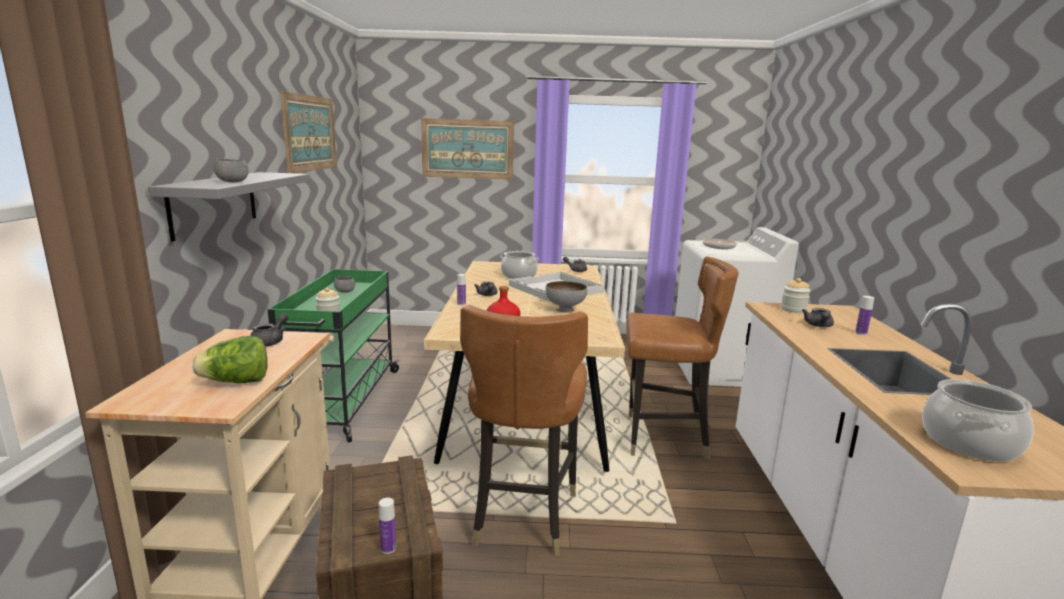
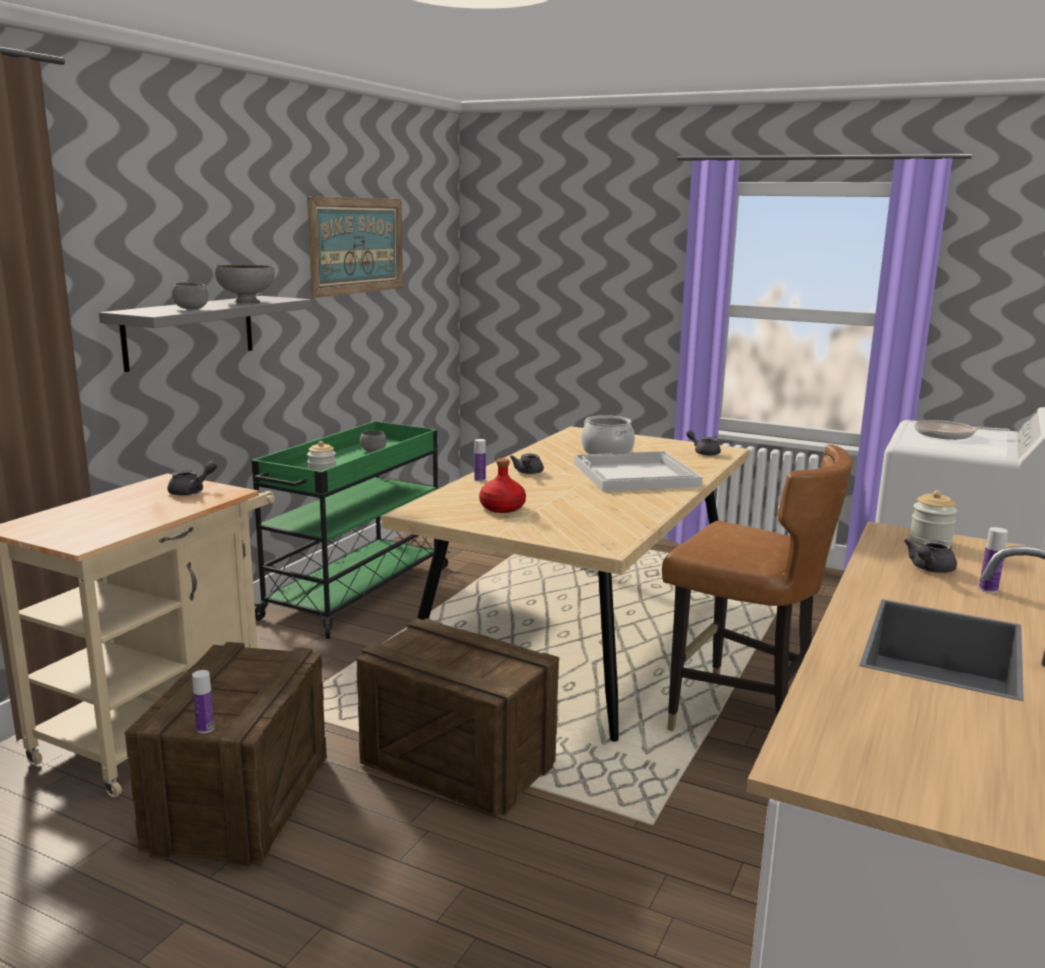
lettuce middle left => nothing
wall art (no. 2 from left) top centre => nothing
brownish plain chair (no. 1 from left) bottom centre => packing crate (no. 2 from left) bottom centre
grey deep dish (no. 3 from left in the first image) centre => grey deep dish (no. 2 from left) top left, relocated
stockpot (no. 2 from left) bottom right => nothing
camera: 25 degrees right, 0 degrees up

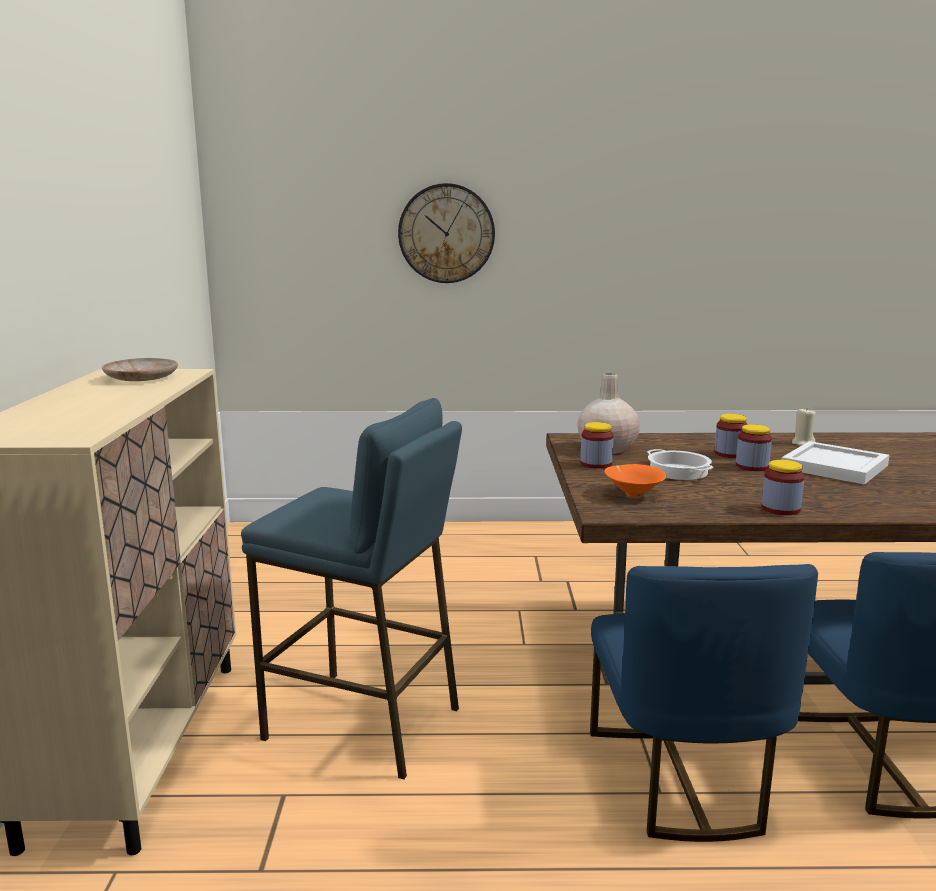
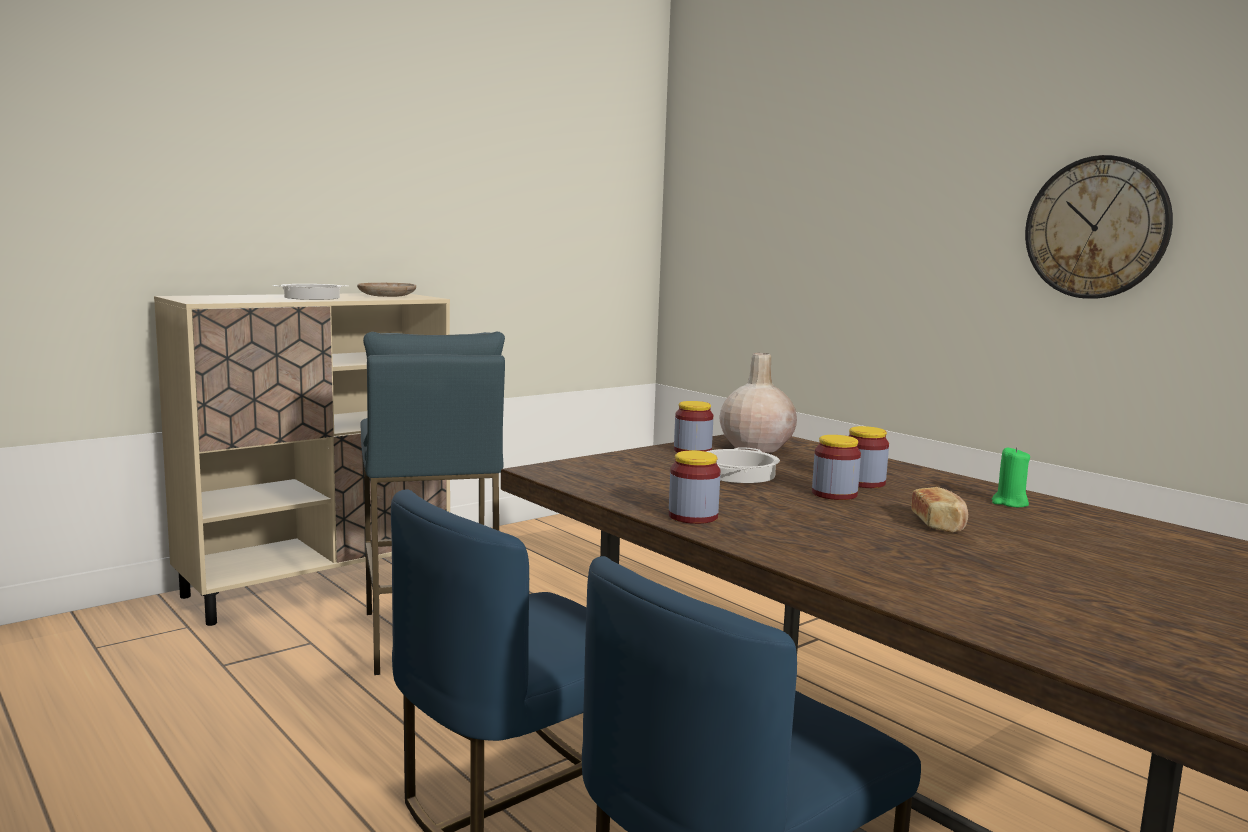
wall clock top centre => wall clock top right, relocated
orange deep dish middle right => nothing
whitish tray middle right => bakery bread middle right
beige wax candle middle right => green-coloured wax candle middle right
nothing => stockpot (no. 1 from left) middle left
camera: 50 degrees right, 5 degrees down

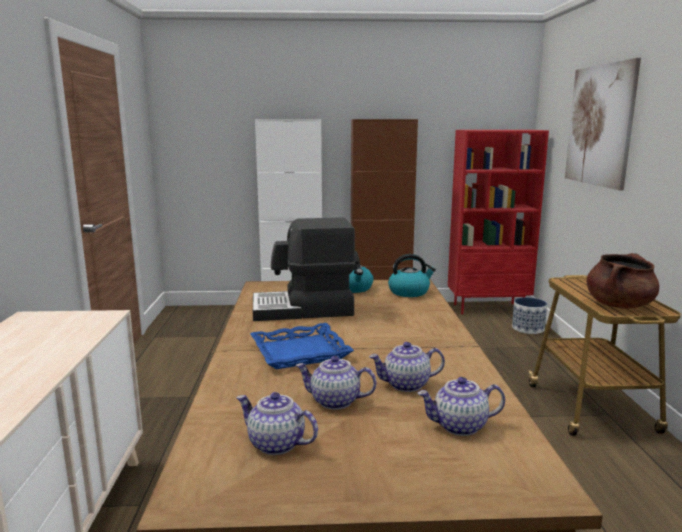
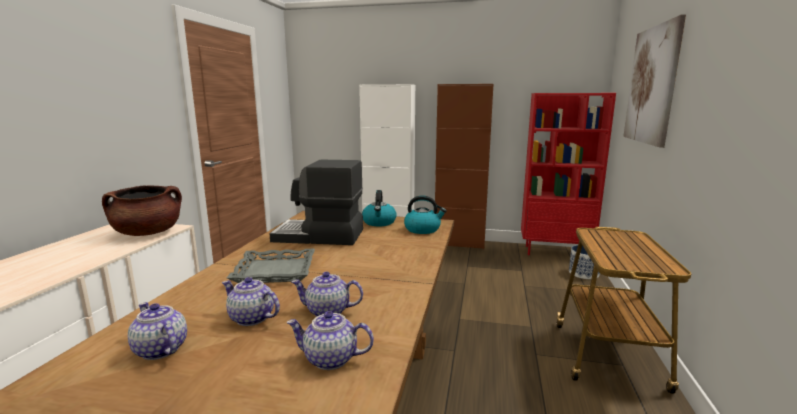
blue tray centre => grey tray centre
brownish stockpot middle right => brownish stockpot middle left, relocated
camera: 15 degrees right, 0 degrees up

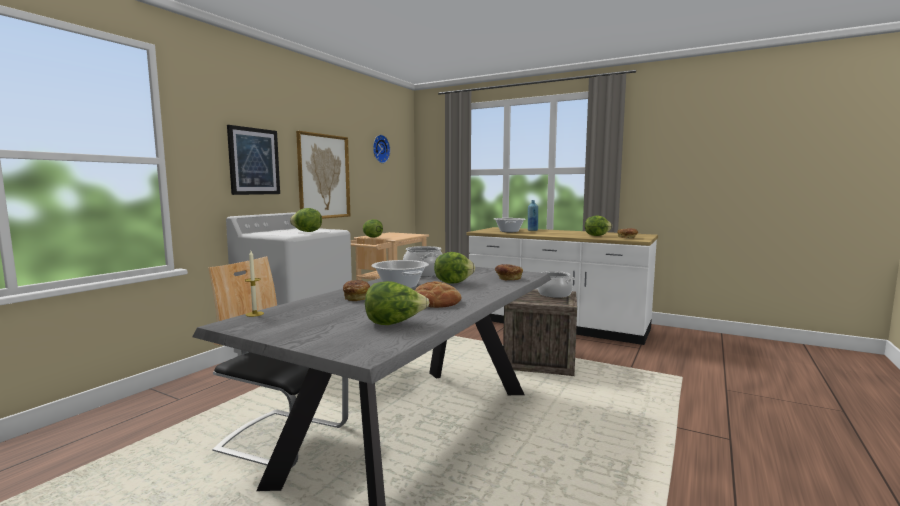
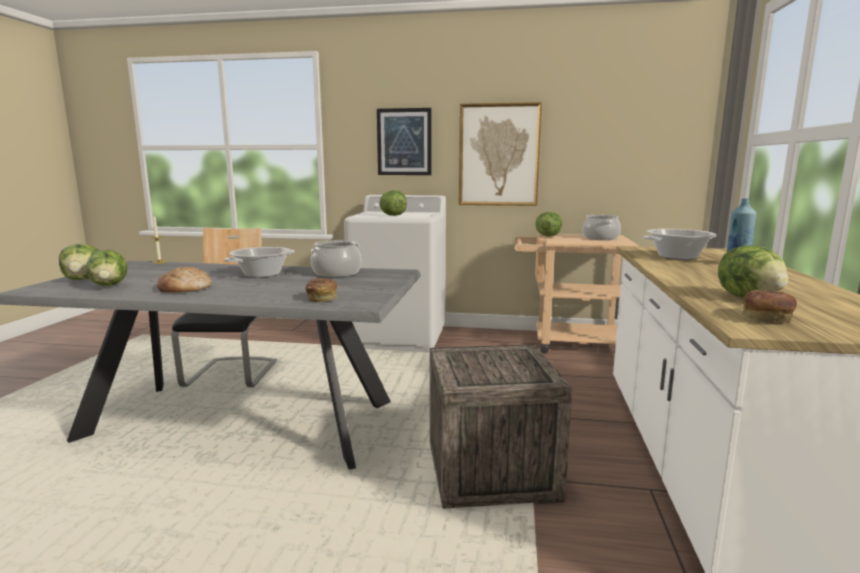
bakery bread (no. 1 from left) centre => nothing
wall clock top centre => nothing
lettuce (no. 4 from left in the first image) centre => lettuce (no. 1 from left) middle left, relocated
stockpot (no. 4 from left in the first image) centre => stockpot (no. 3 from left) middle right, relocated
camera: 70 degrees right, 5 degrees up

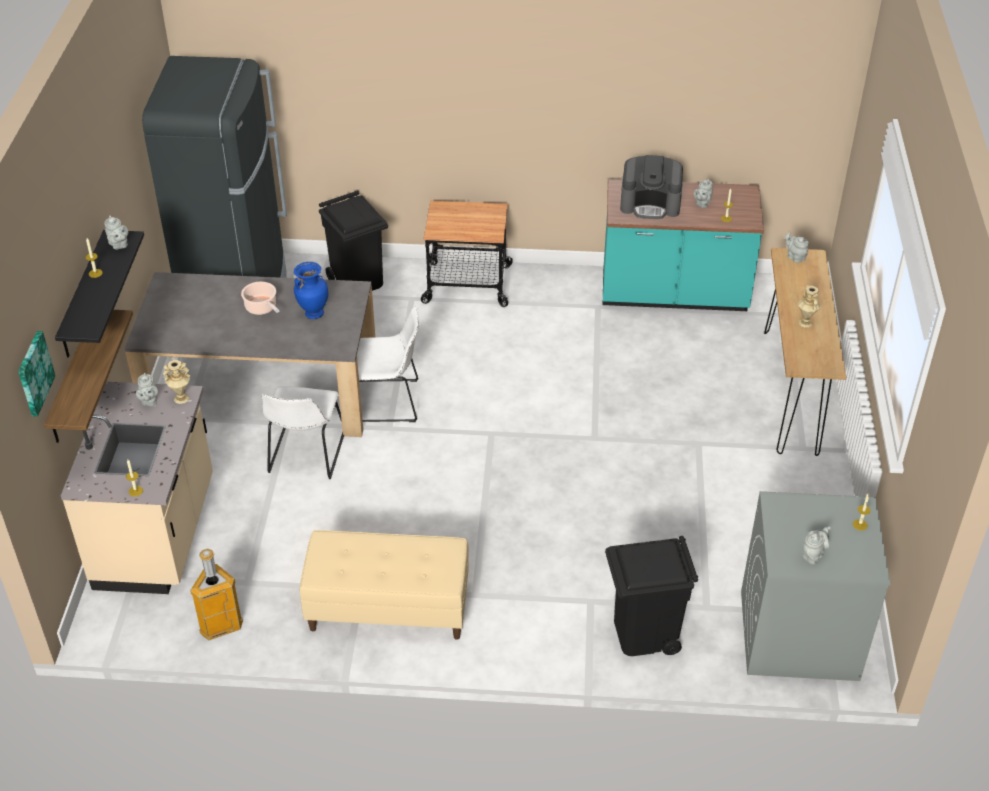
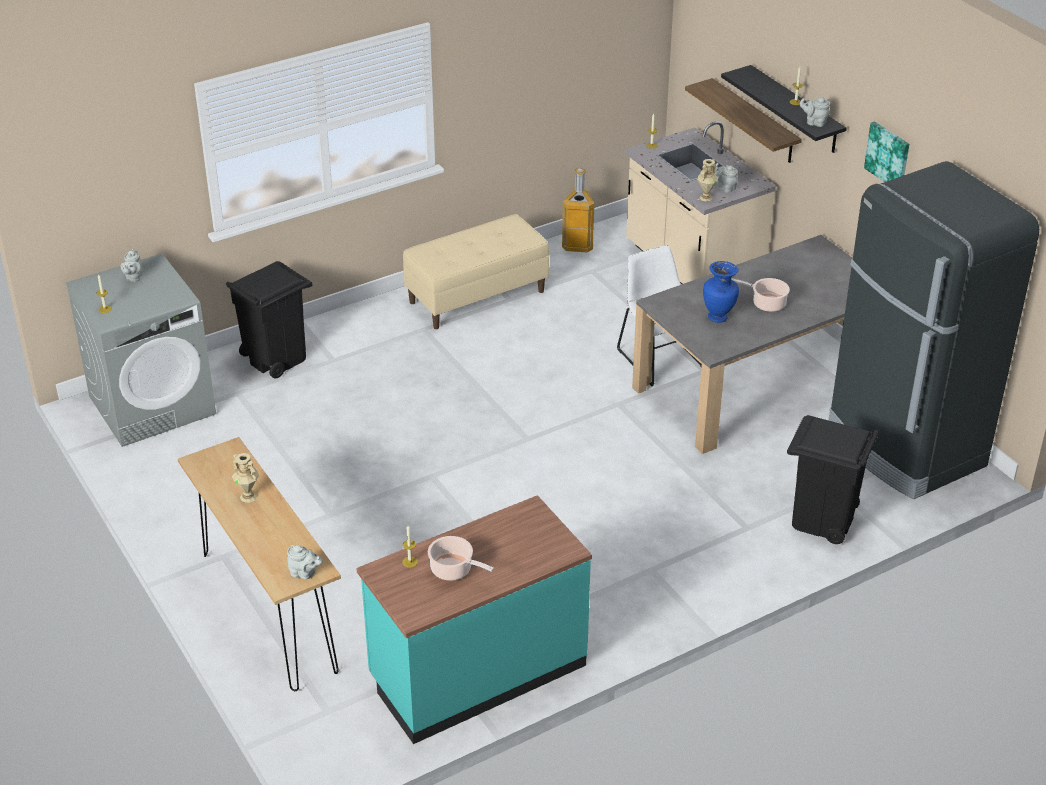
wall art middle left => wall art top right, relocated
whitish plain chair (no. 2 from left) centre => nothing
wheeled cart top centre => nothing
coffee brewer top centre => nothing
grey teapot (no. 3 from left) top right => stockpot (no. 1 from left) bottom centre
camera: 145 degrees right, 5 degrees down

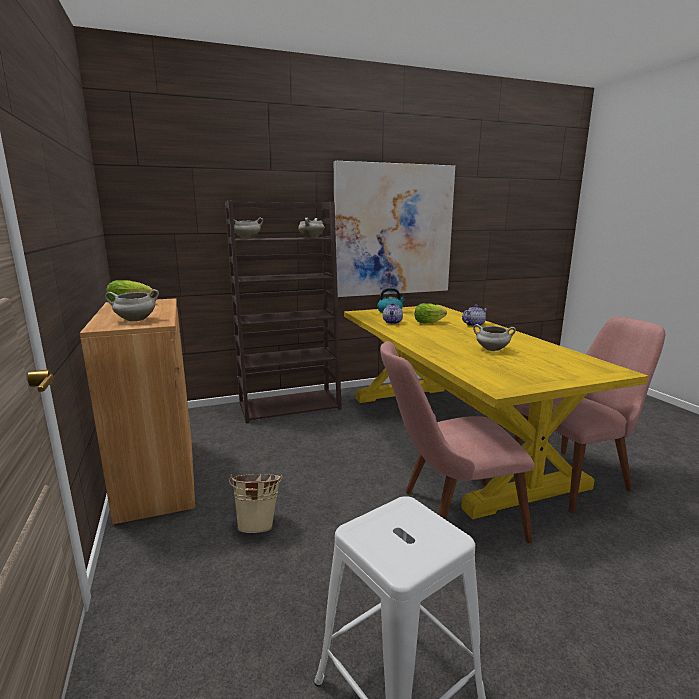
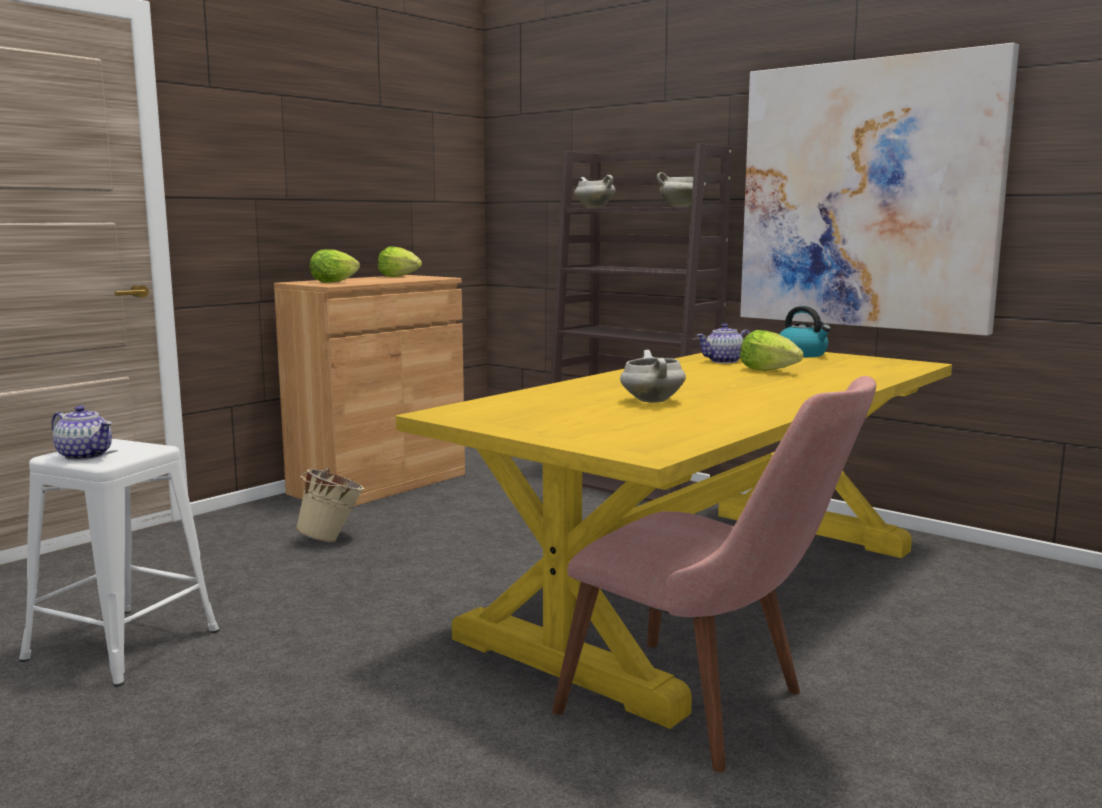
whitish stockpot (no. 1 from left) middle left => lettuce (no. 1 from left) top left
pink-coloured plain chair (no. 1 from left) centre => nothing
teapot (no. 2 from left in the first image) middle right => teapot (no. 1 from left) middle left, relocated
camera: 60 degrees right, 5 degrees down

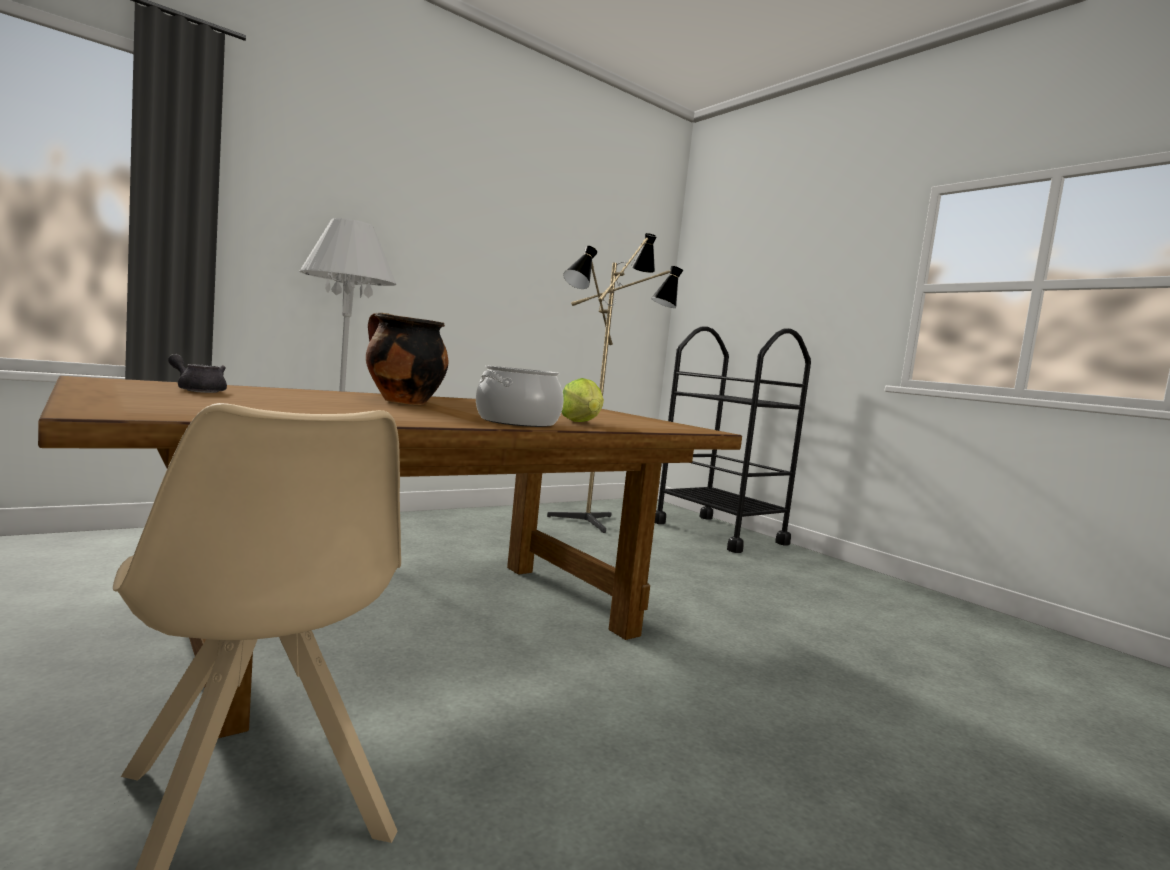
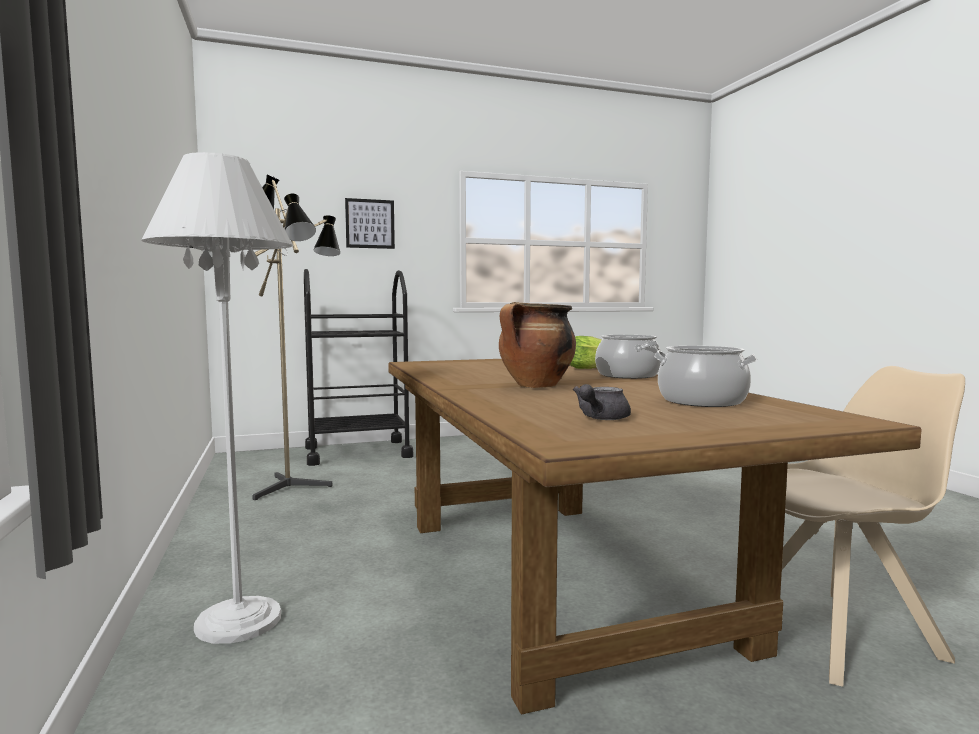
nothing => wall art top centre
nothing => stockpot (no. 3 from left) middle right
camera: 70 degrees left, 0 degrees up

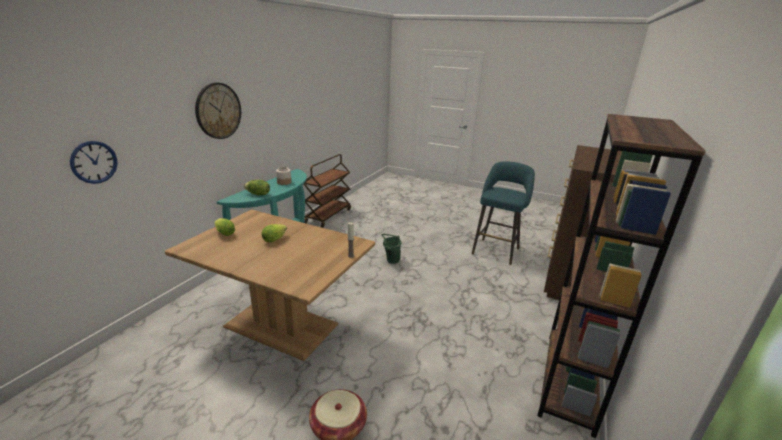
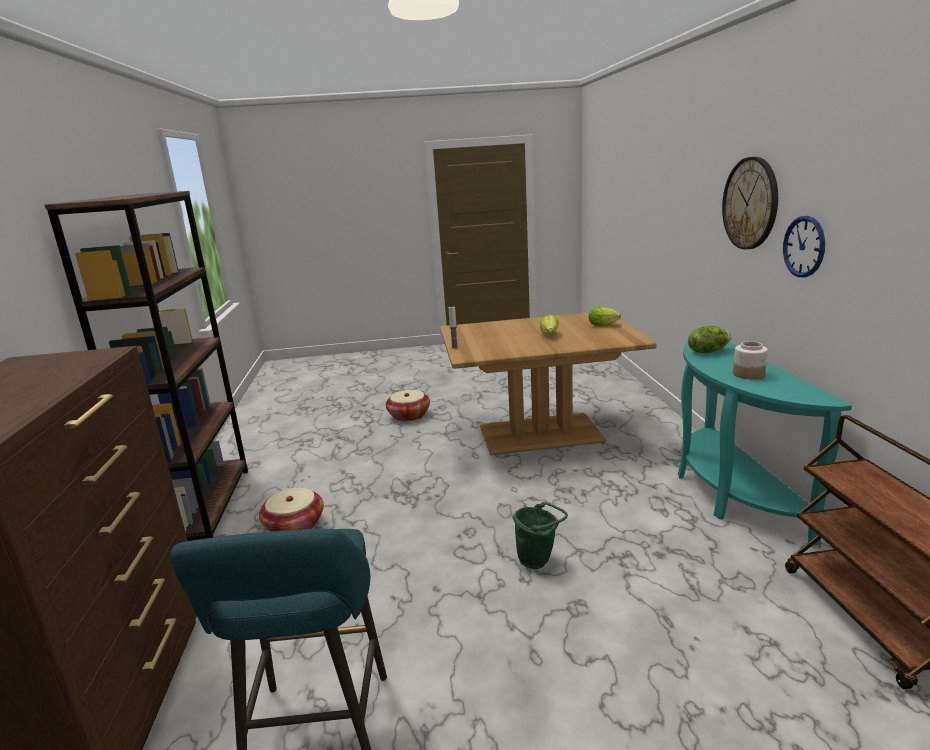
wall clock (no. 1 from left in the first image) middle left => wall clock (no. 2 from left) top right, relocated
nothing => storage basket (no. 1 from left) bottom left
camera: 150 degrees right, 5 degrees down

